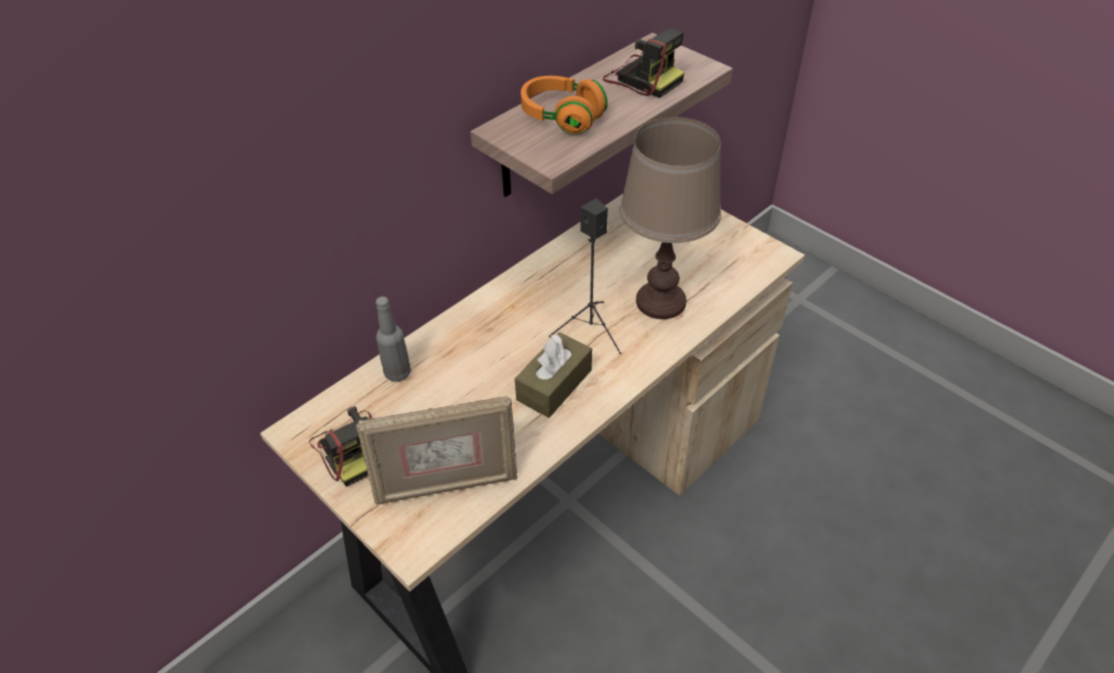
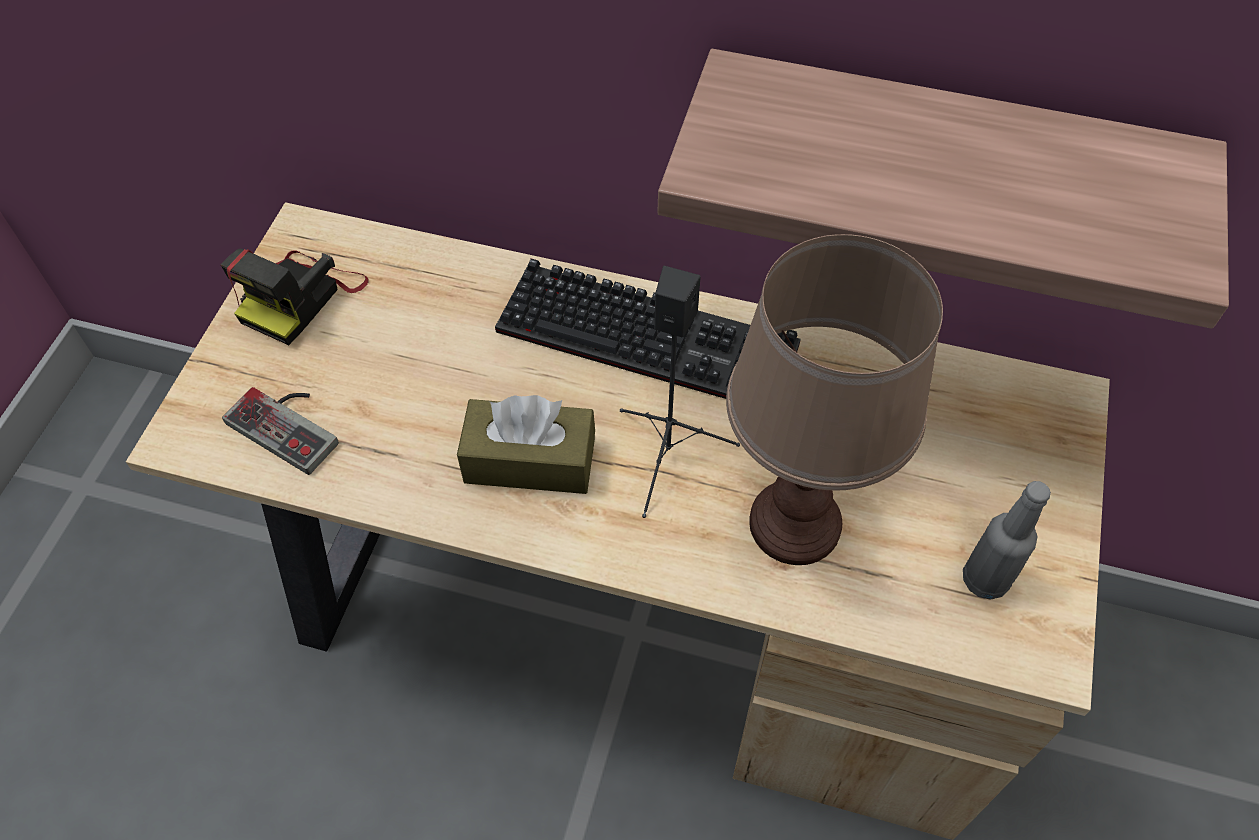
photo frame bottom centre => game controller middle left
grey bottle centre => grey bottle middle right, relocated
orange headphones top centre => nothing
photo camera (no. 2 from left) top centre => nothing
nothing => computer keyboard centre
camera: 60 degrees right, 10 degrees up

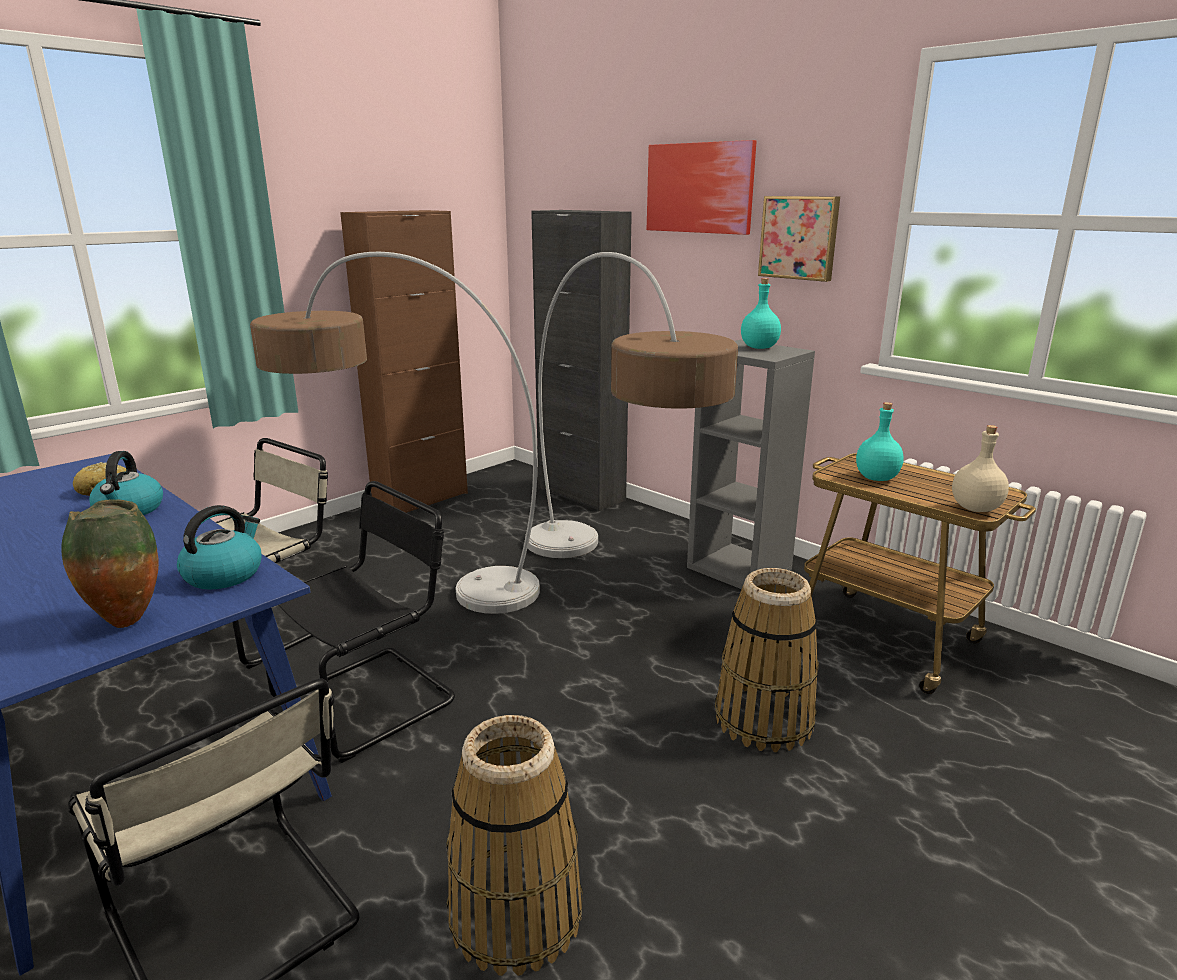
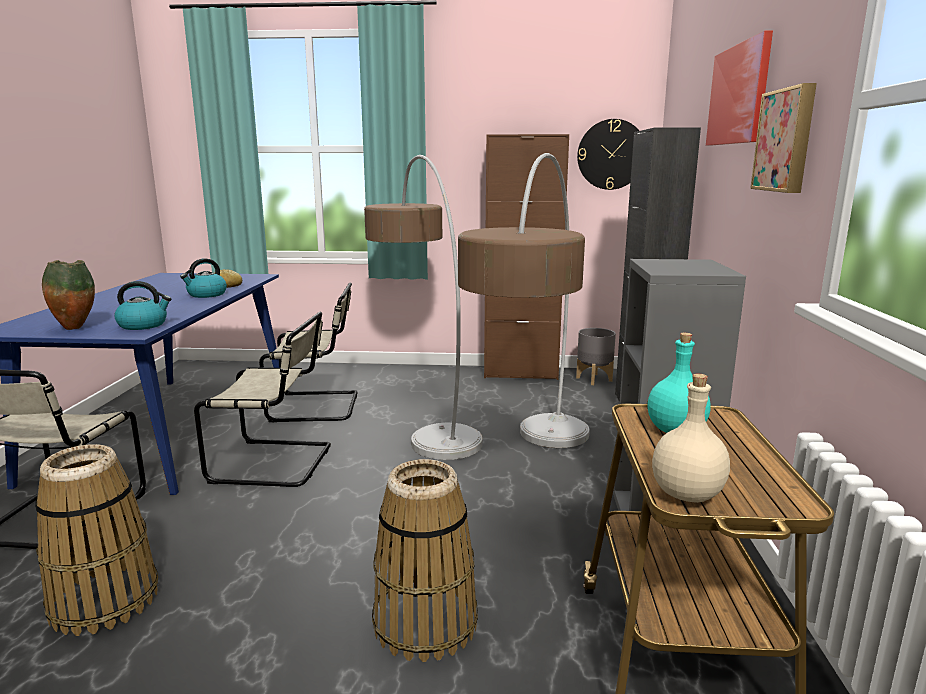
black plain chair middle left => beige plain chair (no. 2 from left) middle left
turquoise-coloured bottle (no. 1 from left) top centre => nothing
nothing => grey flower pot centre
nothing => wall clock top centre
camera: 50 degrees right, 5 degrees down

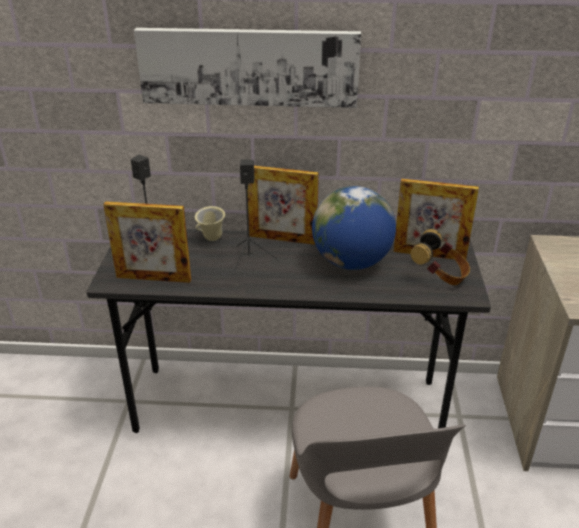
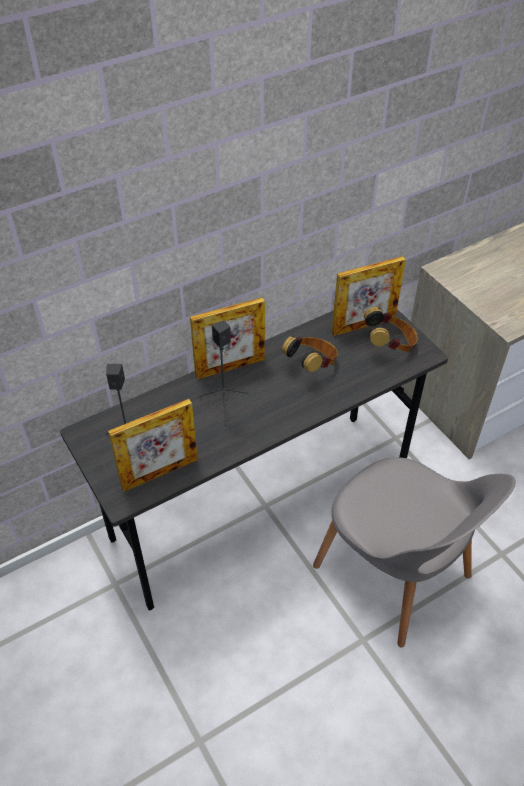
wall art top centre => nothing
beige coffee mug centre => nothing
world globe centre => headphones (no. 1 from left) centre
camera: 35 degrees left, 15 degrees up

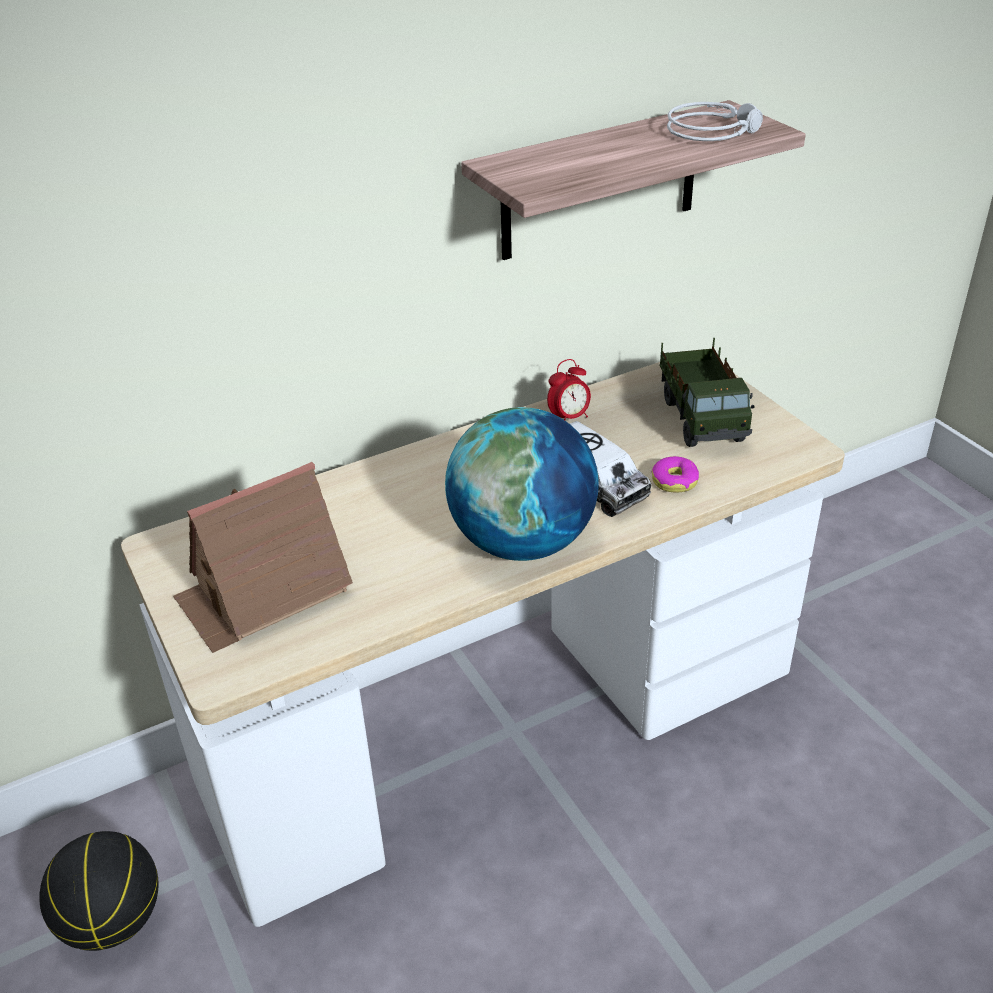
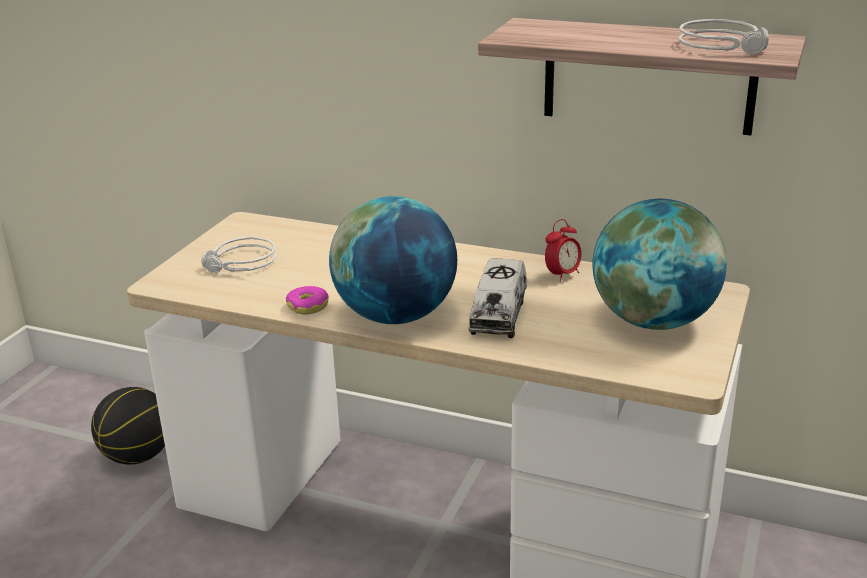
toy house middle left => grey headphones (no. 1 from left) middle left
bedside clock centre, 60 degrees counterclockwise
donut middle right => donut centre, relocated
toy lorry (no. 2 from left) middle right => world globe (no. 2 from left) middle right
camera: 50 degrees right, 10 degrees down

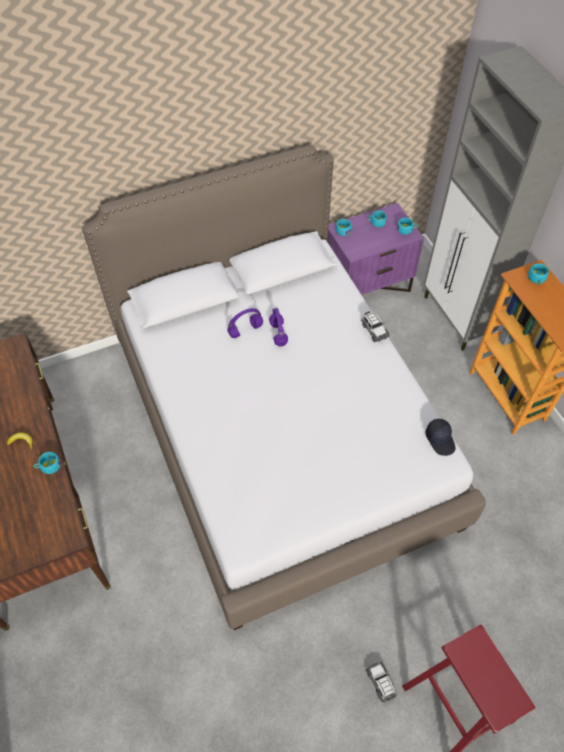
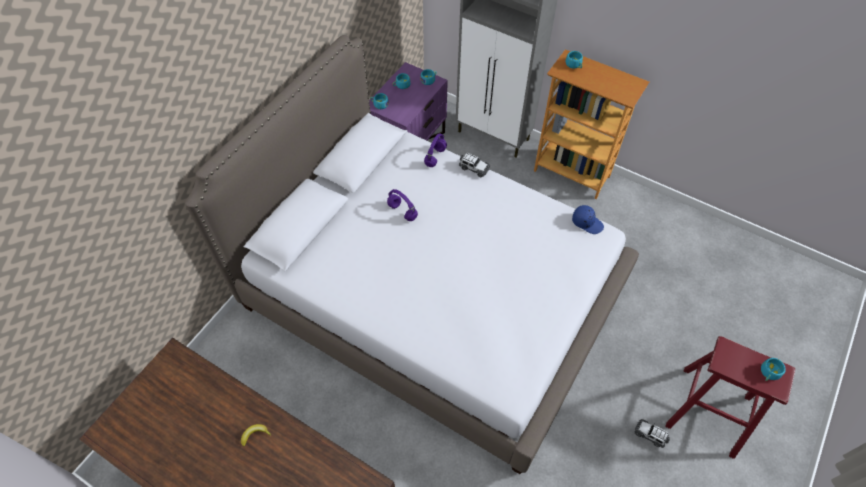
turquoise-coloured drinking cup (no. 1 from left in the first image) middle left => turquoise-coloured drinking cup (no. 5 from left) bottom right, relocated
purplish headphones (no. 1 from left in the first image) centre => purplish headphones (no. 2 from left) top centre, relocated
black cap middle right => blue cap middle right
camera: 35 degrees left, 0 degrees up

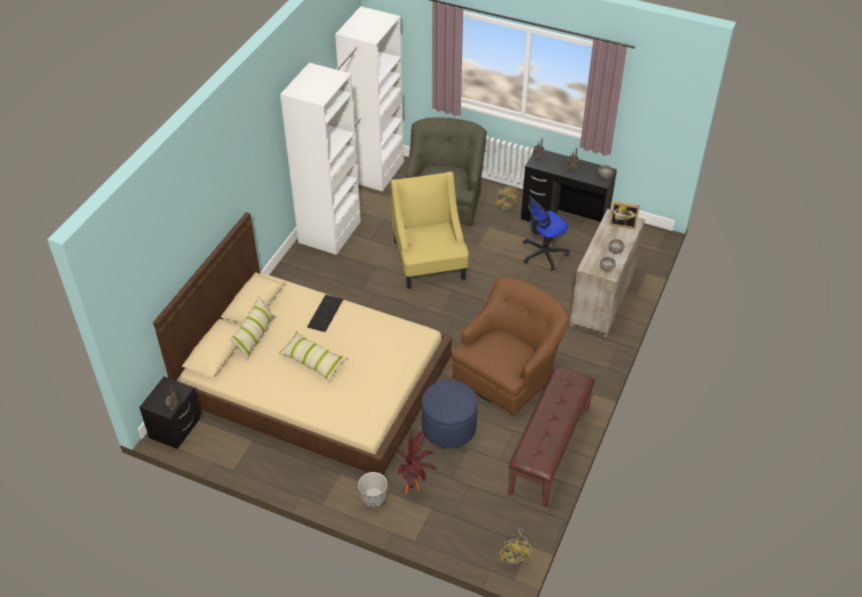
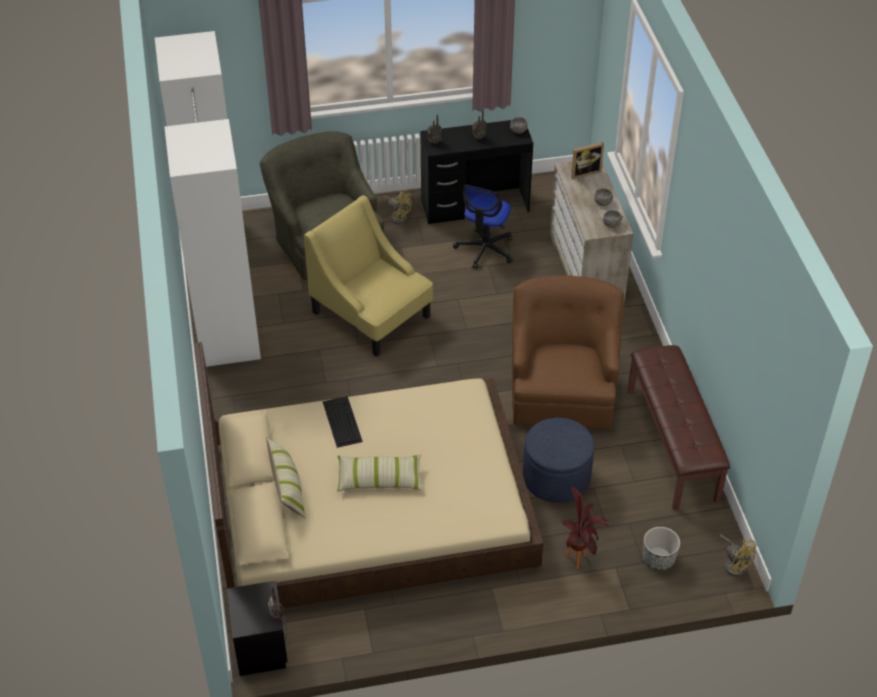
flower pot bottom centre => flower pot bottom right, relocated
camera: 35 degrees left, 0 degrees up

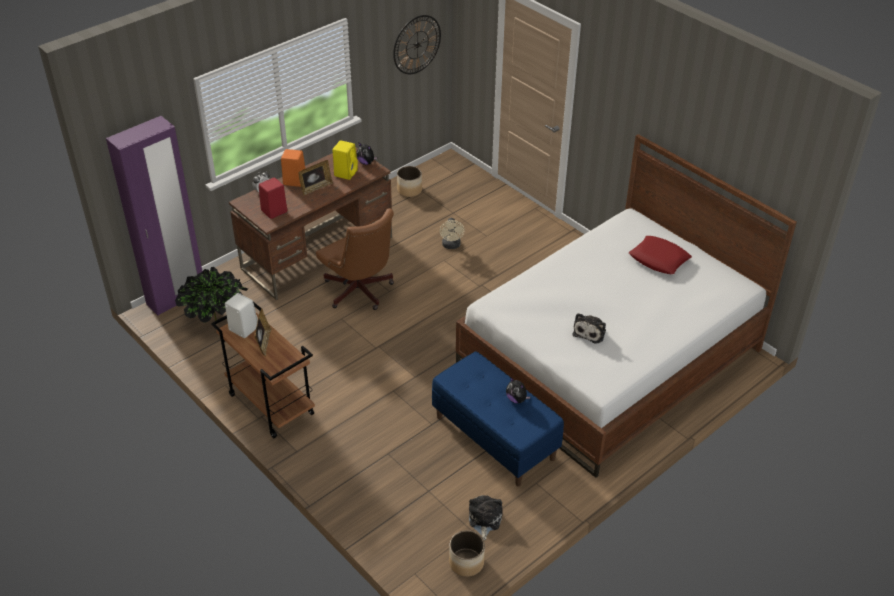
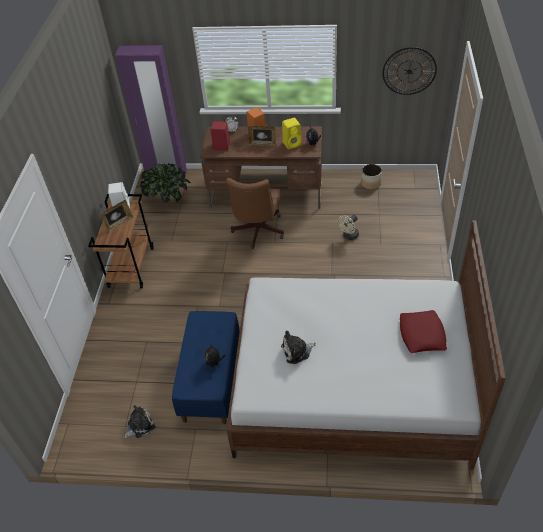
flower pot (no. 2 from left) bottom centre => nothing
camera: 50 degrees right, 5 degrees up

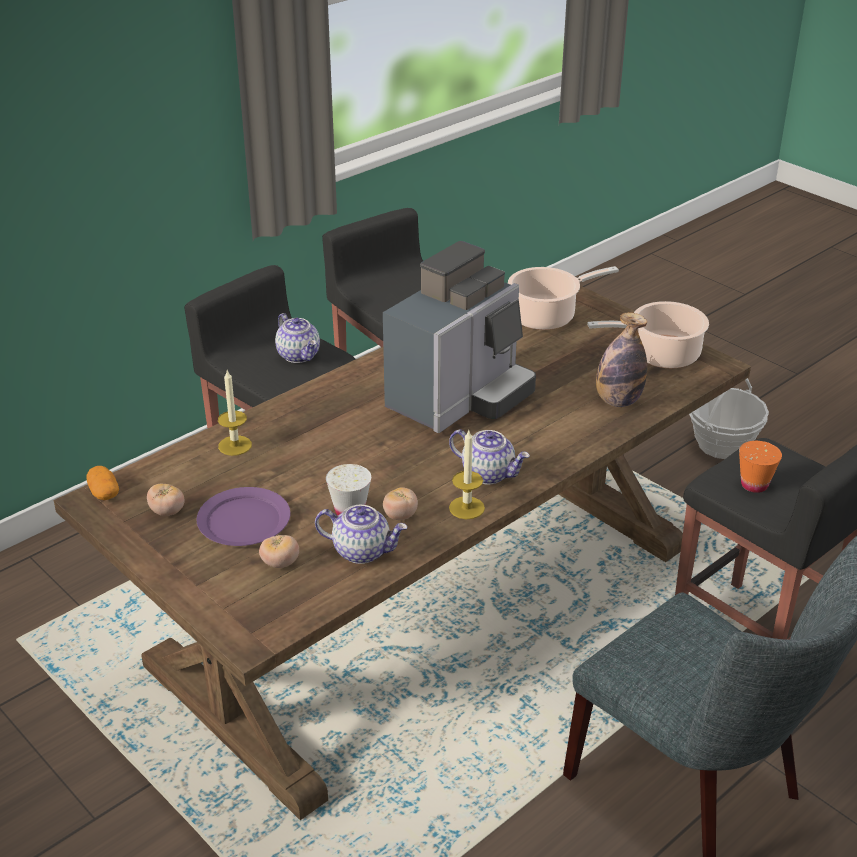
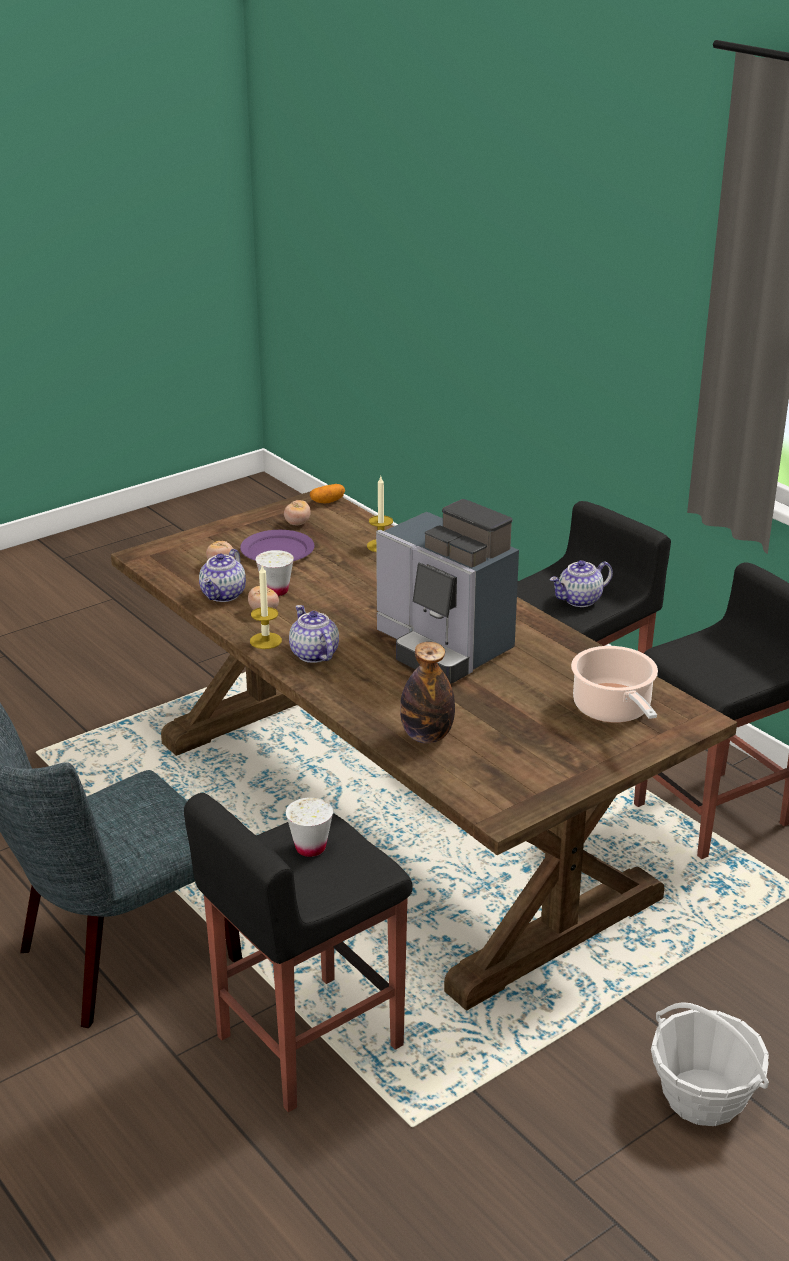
teapot (no. 3 from left in the first image) centre => teapot (no. 2 from left) centre, 120 degrees clockwise
stockpot (no. 2 from left) middle right => nothing
orange drinking cup middle right => whitish drinking cup (no. 2 from left) centre
camera: 95 degrees right, 5 degrees down

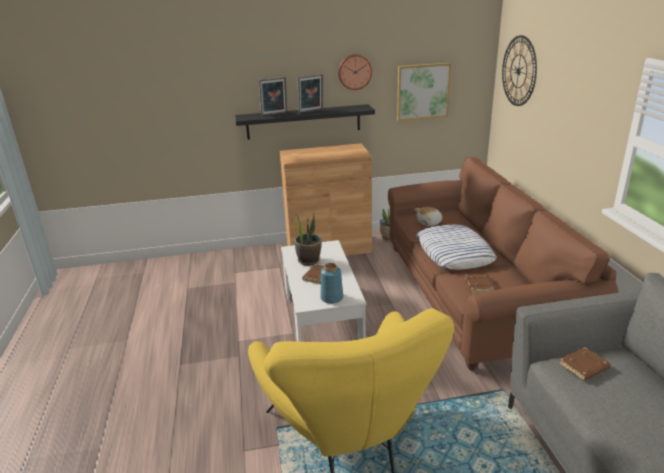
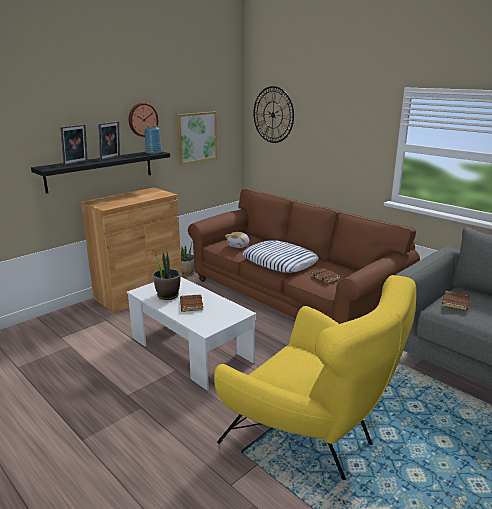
blue vase centre => blue vase top left, relocated
camera: 35 degrees left, 5 degrees down

